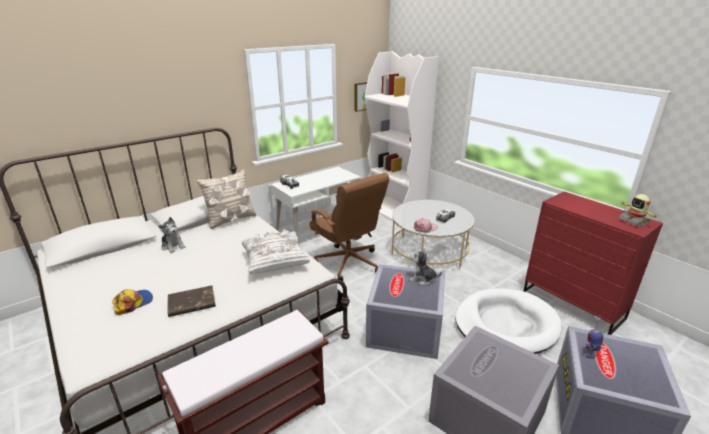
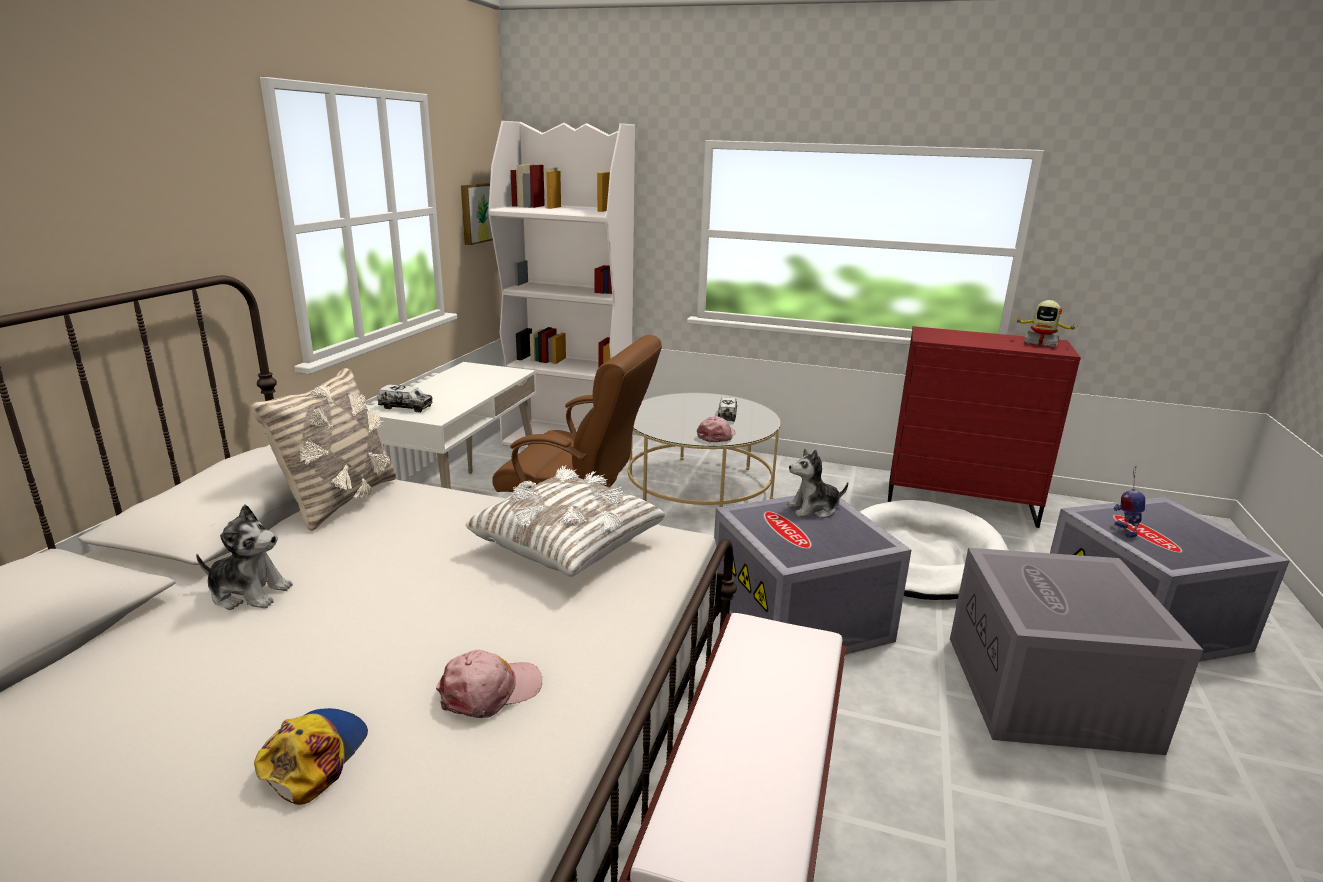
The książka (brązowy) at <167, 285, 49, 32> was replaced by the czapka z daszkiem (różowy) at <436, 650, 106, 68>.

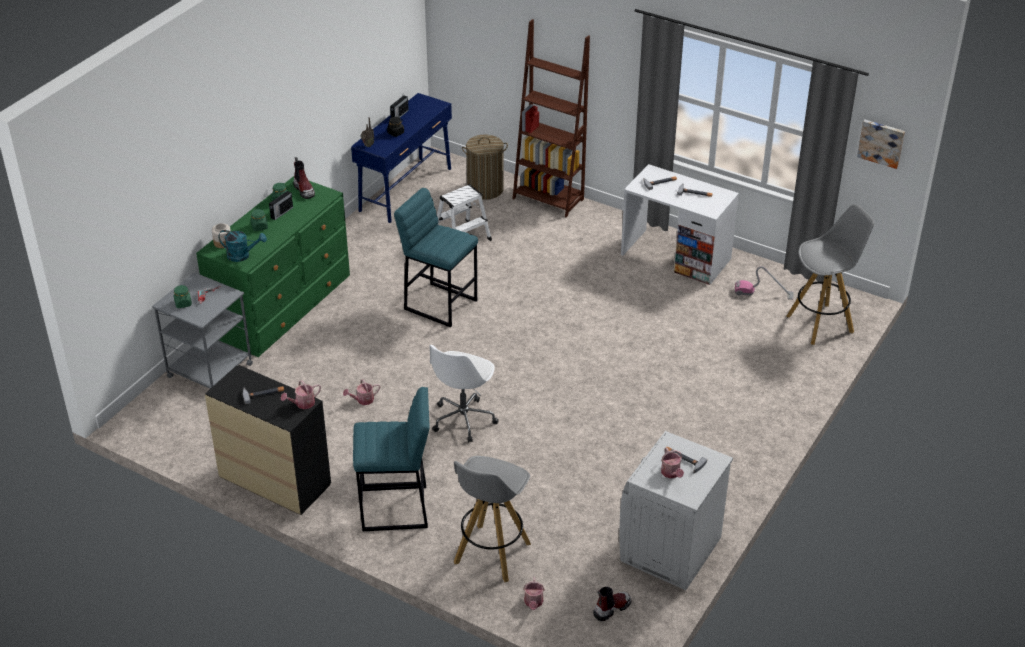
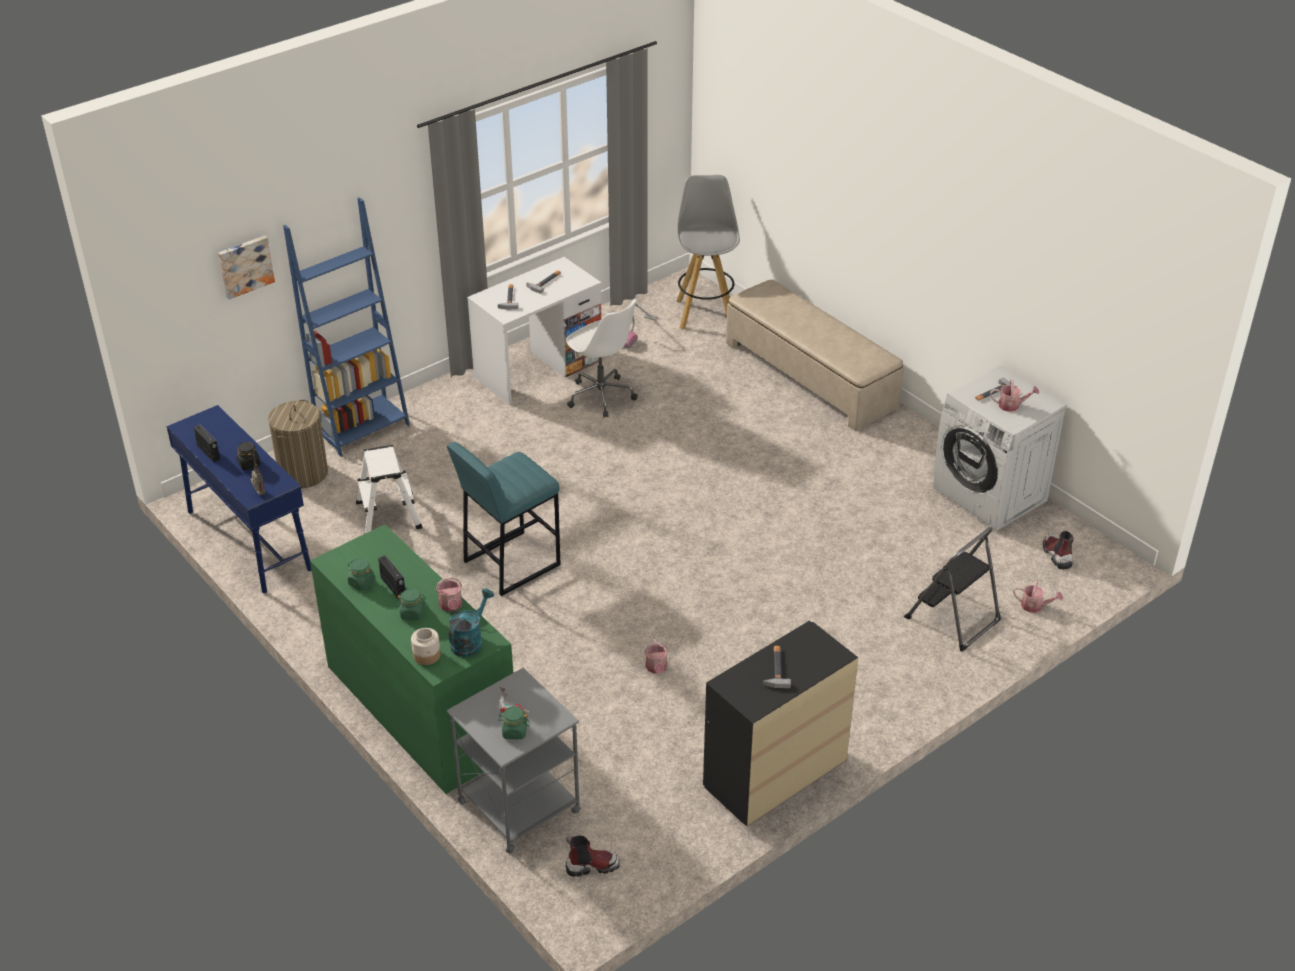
The konewka moved from <281, 381, 40, 28> to <436, 574, 26, 38>.
The but z cholewką moved from <293, 157, 22, 42> to <566, 836, 54, 41>.
The stołek (turkusowy) at <353, 387, 77, 144> disappeared.
The krzesło biurowe (biały) moved from <429, 345, 70, 97> to <565, 299, 73, 119>.
The stołek (szary) at <454, 456, 77, 126> was replaced by the drabinka (czarny) at <904, 527, 97, 125>.
The regał (brązowy) at <513, 19, 77, 198> became the regał (niebieski) at <283, 197, 127, 260>.
The obraz moved from <857, 120, 48, 49> to <218, 236, 57, 64>.
The ławka (beżowy) at <726, 280, 178, 151> appeared.

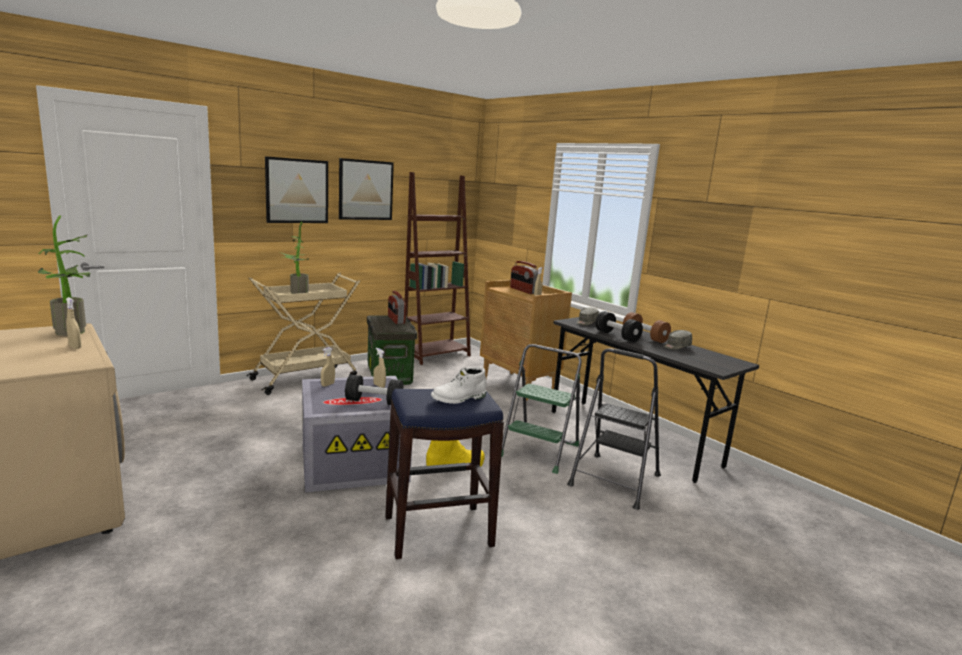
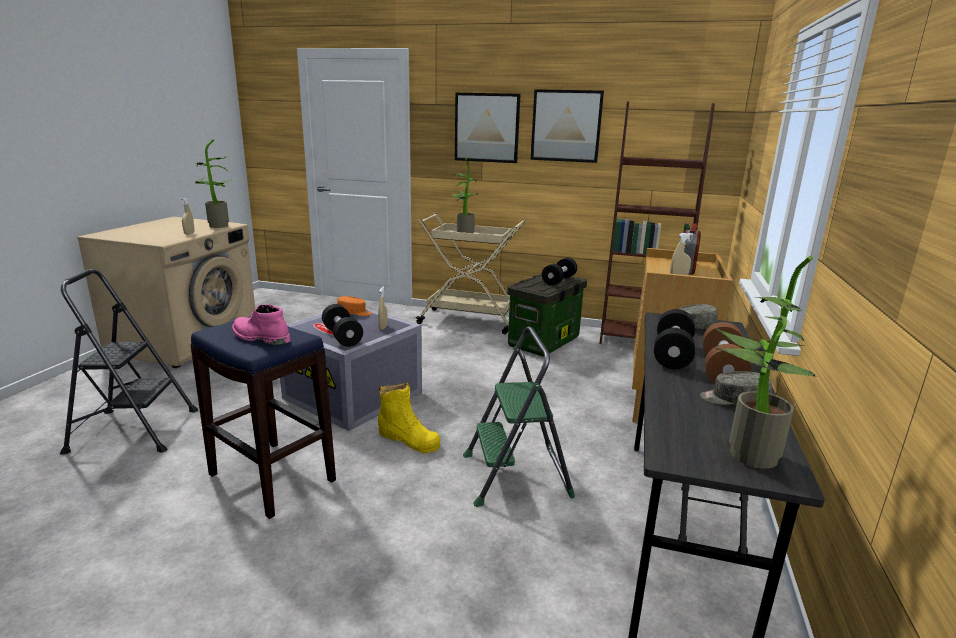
The spryskiwacz (beżowy) at <321, 347, 14, 40> was replaced by the czapka z daszkiem (pomarańczowy) at <337, 296, 35, 20>.
The radio at <388, 291, 18, 33> was replaced by the hantel (czarny) at <542, 258, 35, 28>.
The but z cholewką (biały) at <431, 367, 56, 37> became the but z cholewką (różowy) at <232, 304, 58, 41>.
The drabinka (czarny) moved from <567, 348, 94, 162> to <60, 269, 138, 186>.
The roślina doniczkowa at <714, 256, 102, 213> appeared.

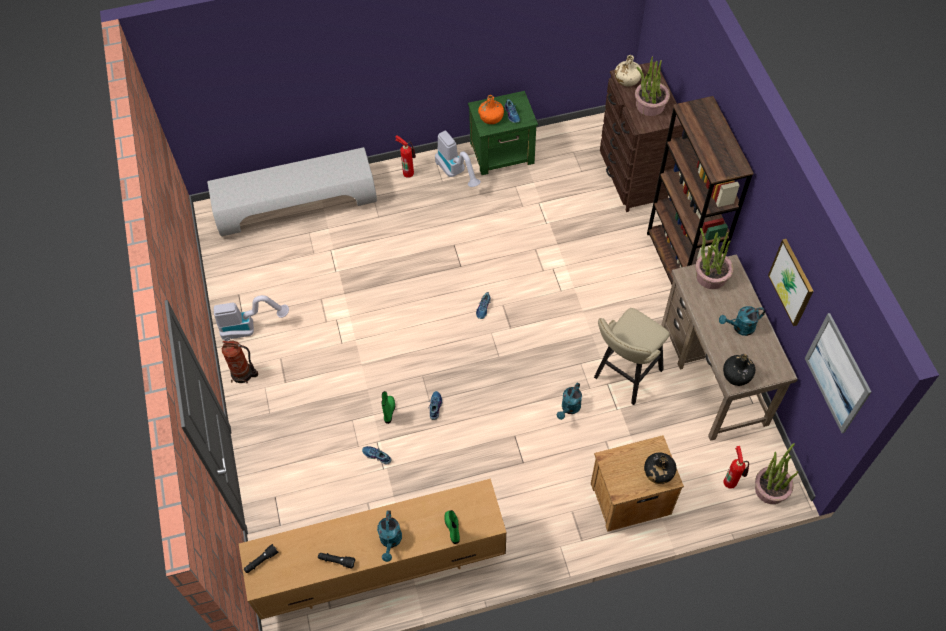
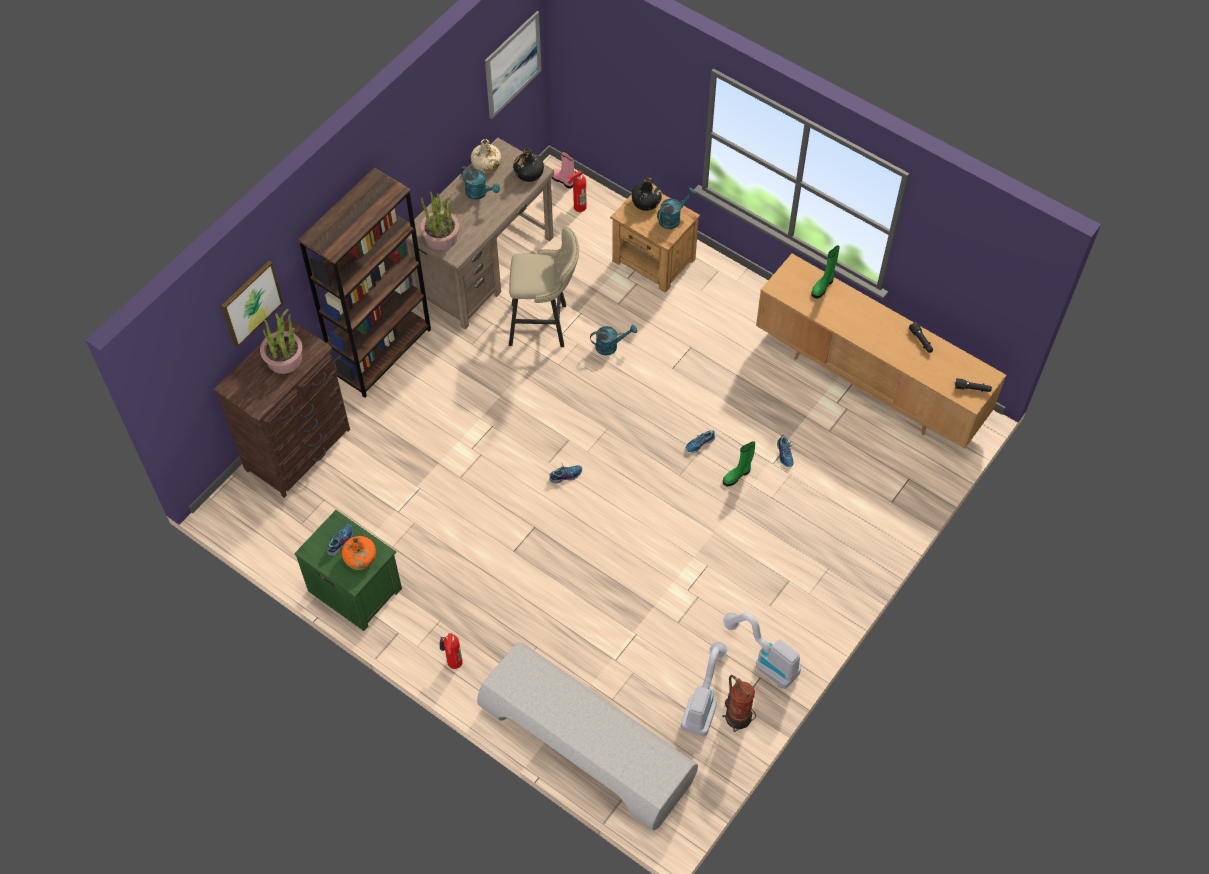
The gaśnica moved from <222, 340, 36, 43> to <722, 675, 34, 57>.
The konewka (turkusowy) moved from <377, 511, 25, 51> to <657, 188, 39, 41>.
The odkurzacz moved from <435, 131, 46, 56> to <681, 642, 46, 95>.
The butelka (beżowy) moved from <615, 55, 27, 31> to <471, 139, 30, 34>.
The roślina doniczkowa at <755, 443, 43, 61> was replaced by the but z cholewką (różowy) at <551, 151, 23, 38>.
The obraz moved from <768, 239, 45, 87> to <221, 261, 62, 86>.

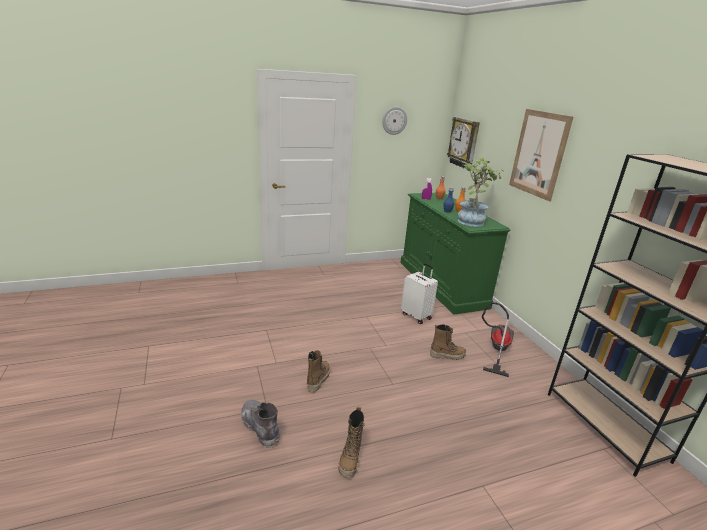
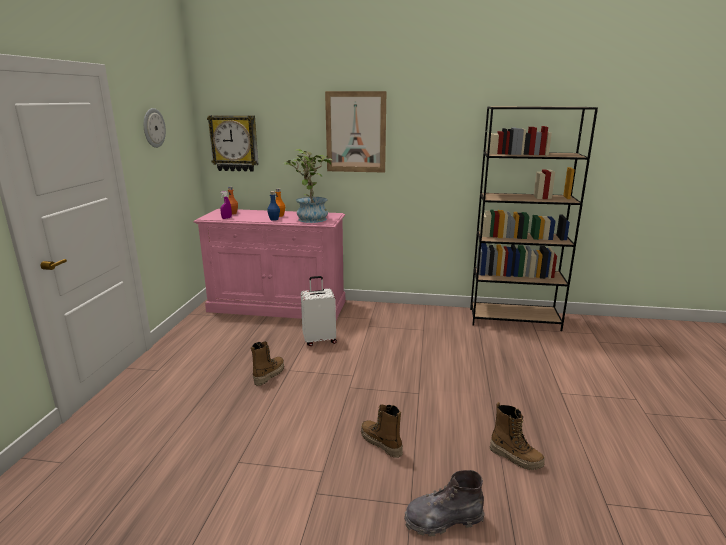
The szafka (zielony) at <400, 193, 110, 122> became the szafka (różowy) at <193, 209, 152, 111>.
The but z cholewką moved from <430, 324, 36, 36> to <251, 342, 33, 44>.
The odkurzacz at <482, 302, 32, 75> disappeared.

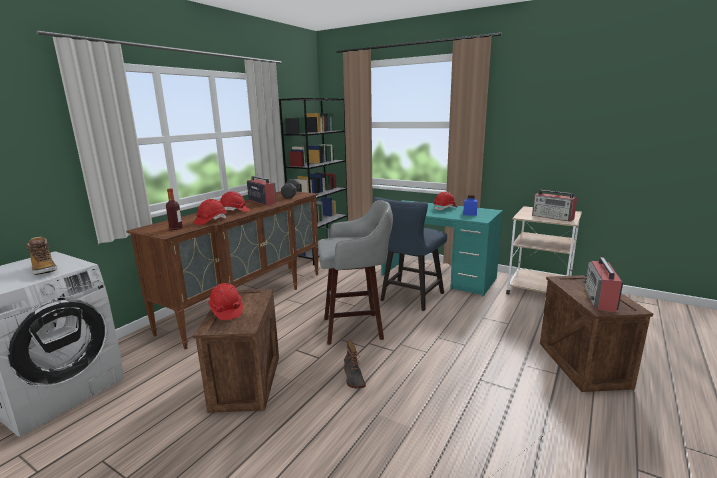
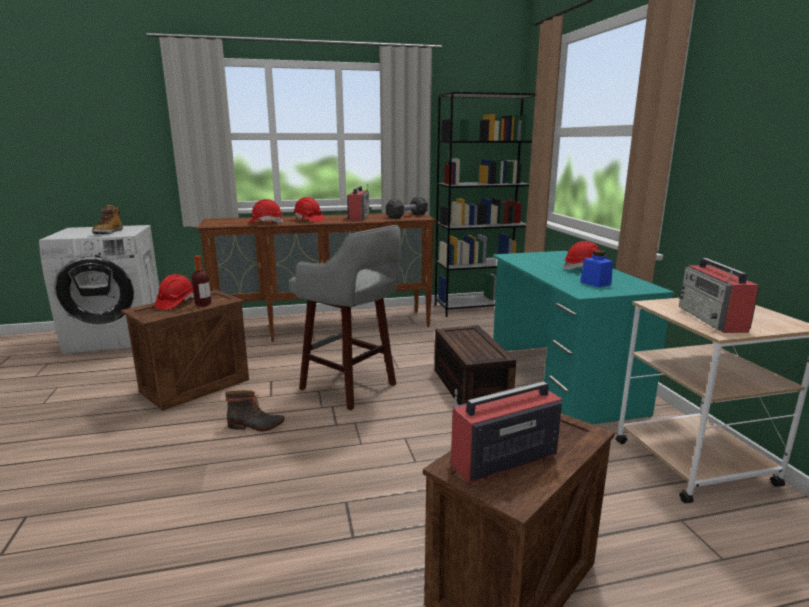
The butelka moved from <166, 188, 17, 42> to <192, 255, 19, 52>.
The but z cholewką at <344, 341, 22, 47> turned 120 degrees counterclockwise.
The krzesło (niebieski) at <373, 197, 74, 114> was replaced by the pojemnik do przechowywania (brązowy) at <435, 325, 81, 80>.

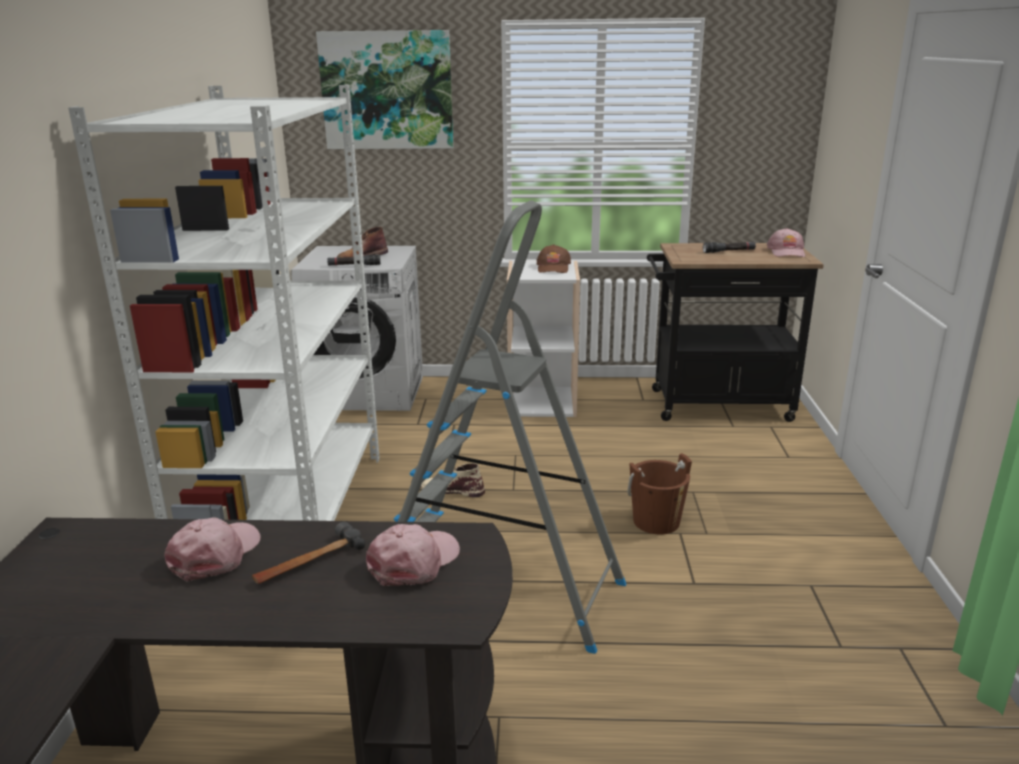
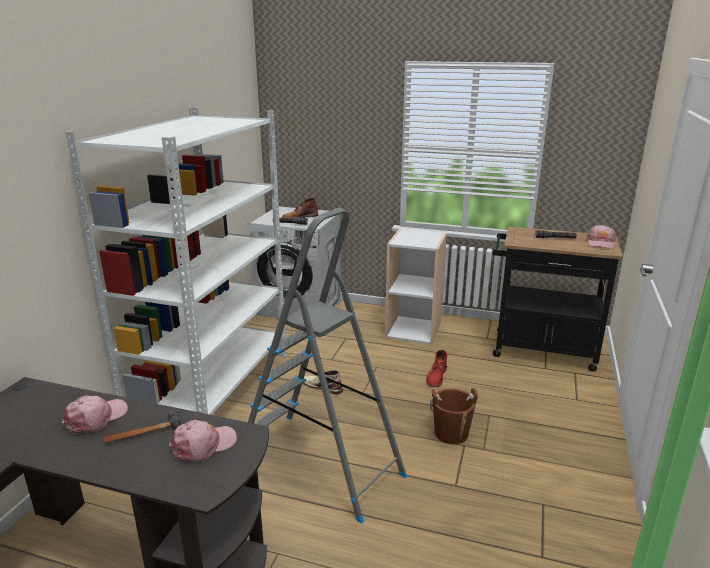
The obraz at <316, 30, 137, 119> disappeared.
The czapka z daszkiem (brązowy) at <537, 244, 34, 29> disappeared.
The but z cholewką (czerwony) at <426, 350, 21, 37> appeared.

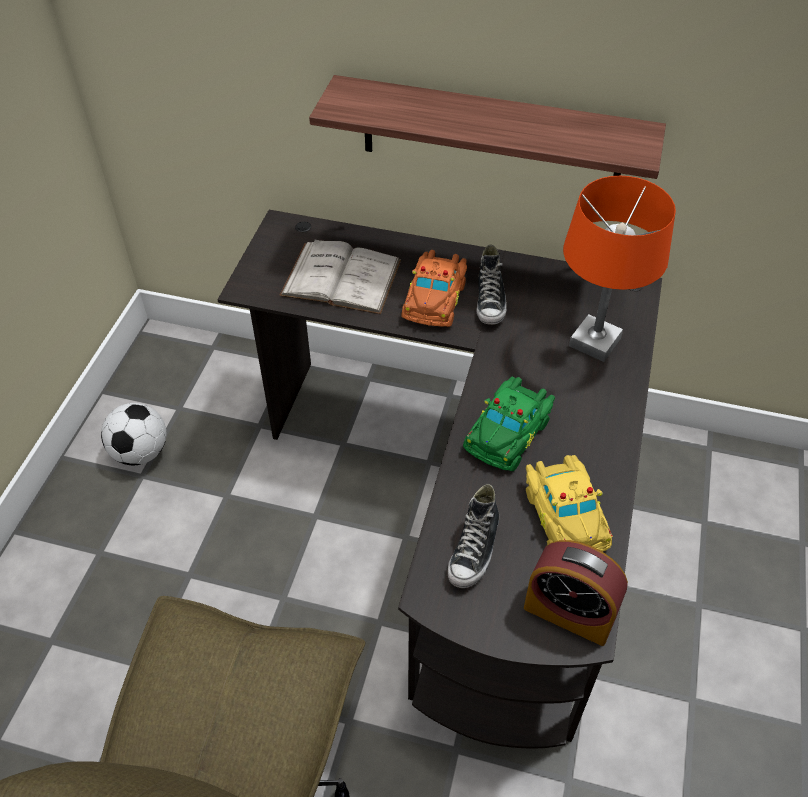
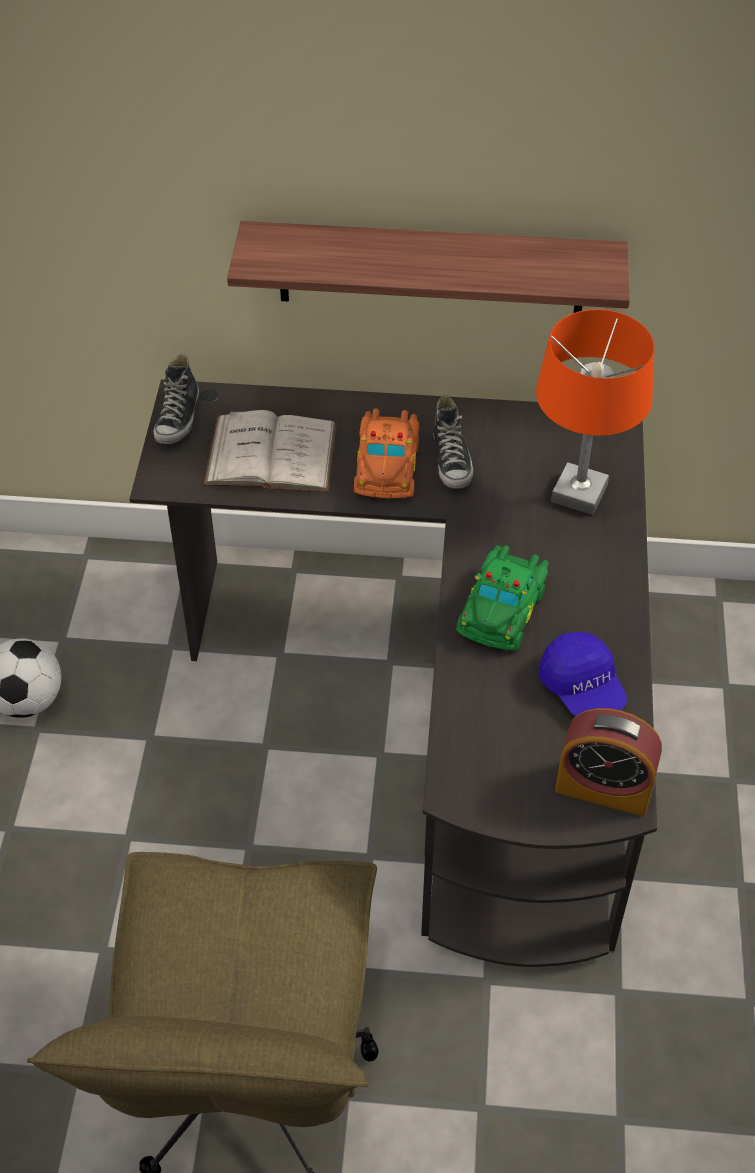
The but moved from <448, 484, 51, 104> to <154, 354, 45, 90>.
The samochodzik (żółty) at <526, 455, 87, 97> was replaced by the czapka z daszkiem (niebieski) at <538, 632, 89, 85>.

